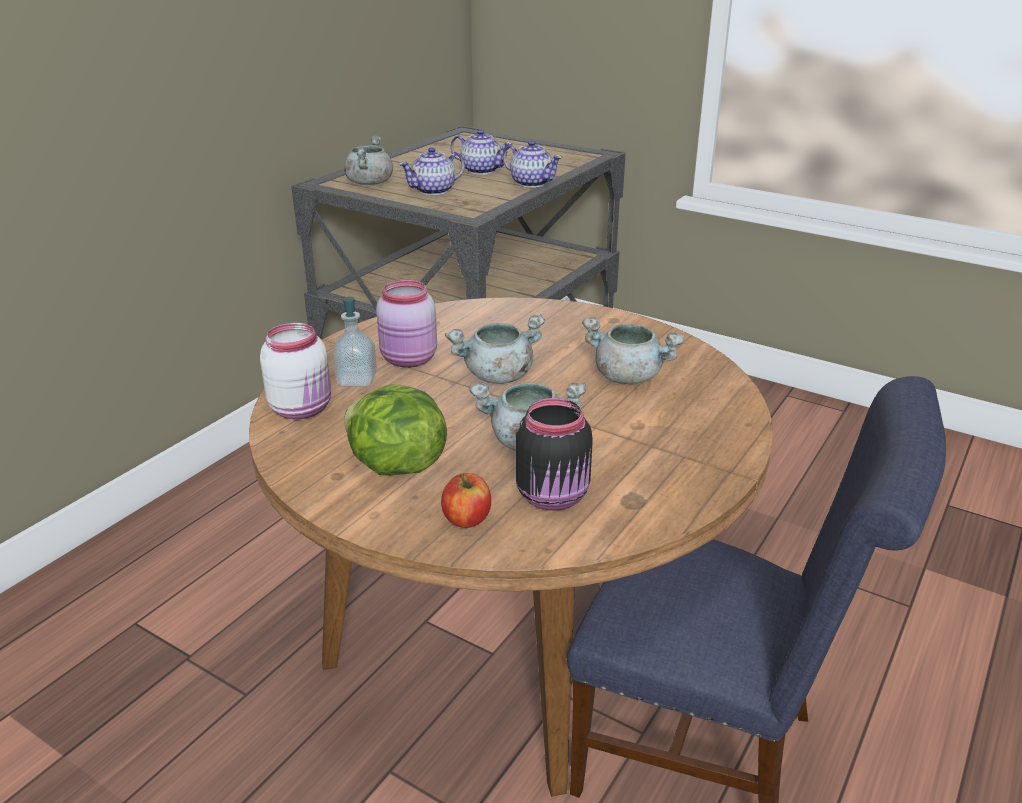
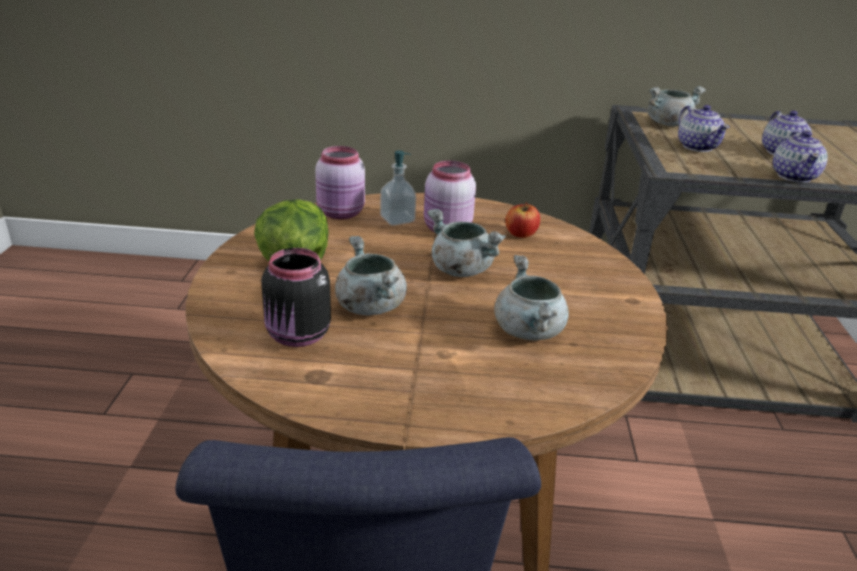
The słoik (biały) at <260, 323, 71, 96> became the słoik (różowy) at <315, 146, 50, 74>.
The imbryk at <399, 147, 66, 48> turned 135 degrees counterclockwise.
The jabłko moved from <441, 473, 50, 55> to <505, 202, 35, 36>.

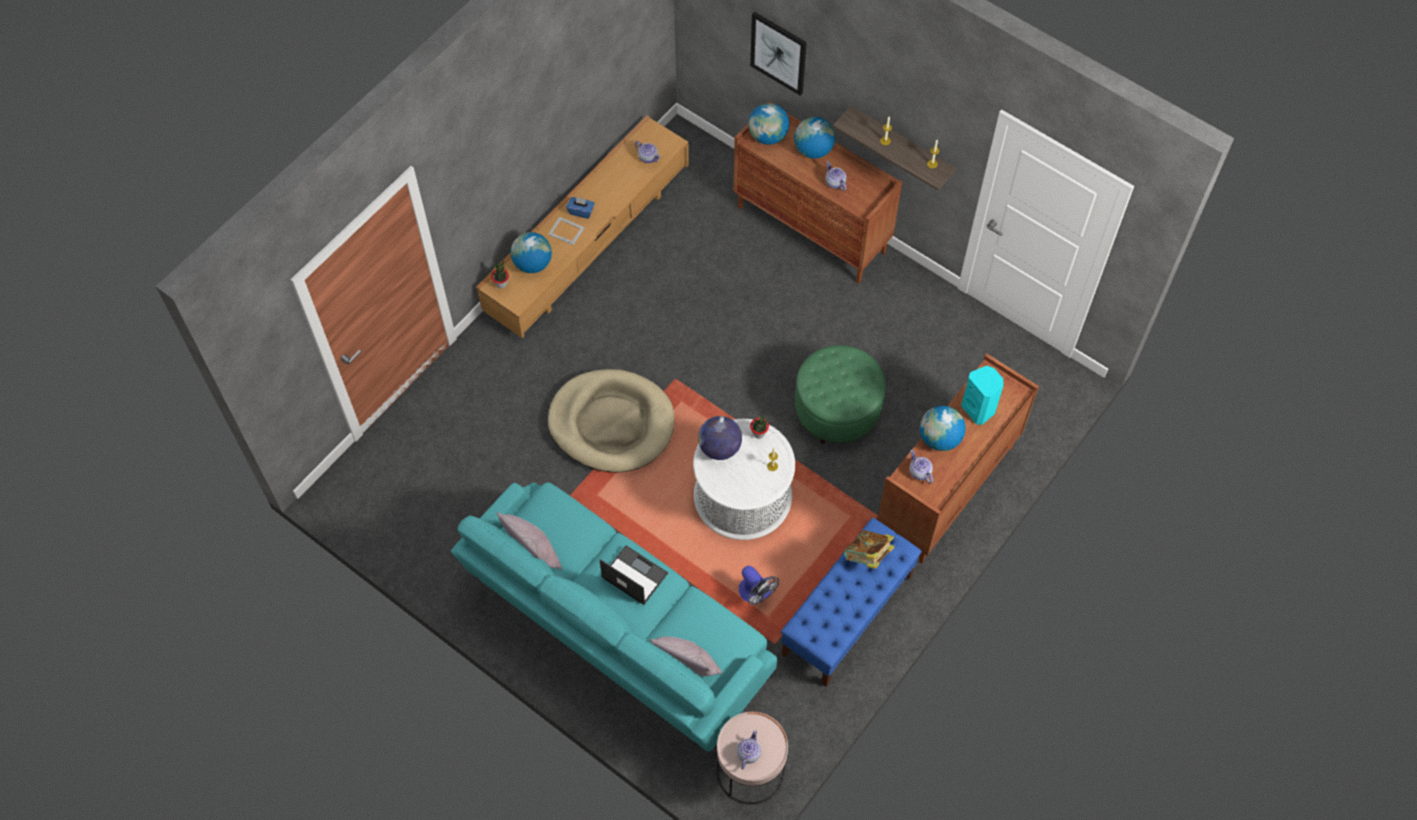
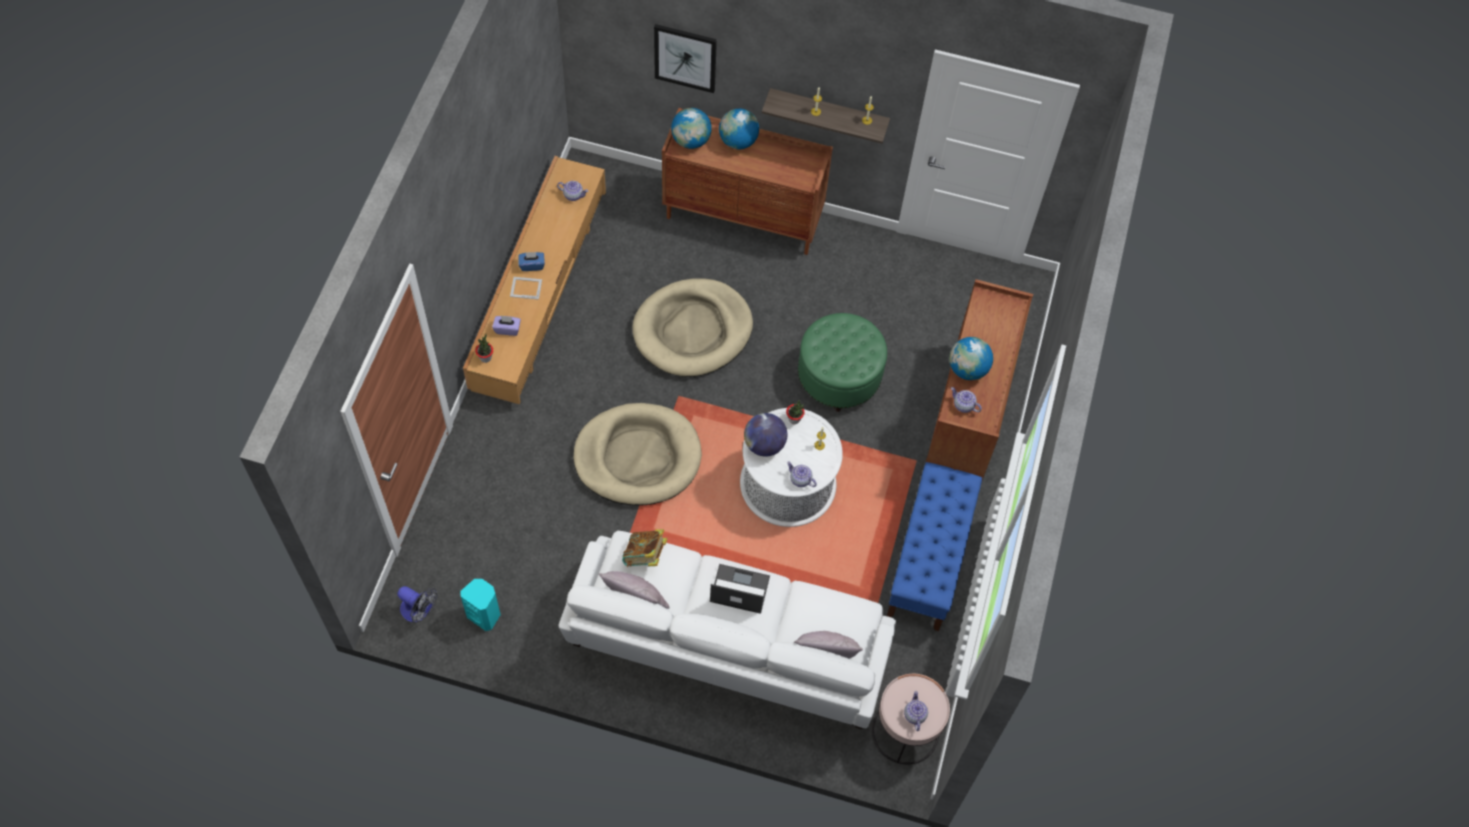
The kanapa (turkusowy) at <451, 482, 326, 270> became the kanapa (biały) at <559, 531, 337, 198>.
The globus at <510, 232, 42, 41> was replaced by the pudełko chusteczek (fioletowy) at <492, 316, 29, 20>.
The wentylator moved from <739, 566, 40, 39> to <397, 586, 40, 37>.
The imbryk moved from <825, 161, 22, 30> to <787, 462, 30, 25>.
The książka moved from <844, 530, 50, 39> to <622, 529, 45, 38>.
The głośnik (turkusowy) moved from <961, 366, 43, 59> to <461, 579, 40, 52>.
The legowisko (beżowy) at <632, 279, 121, 98> appeared.

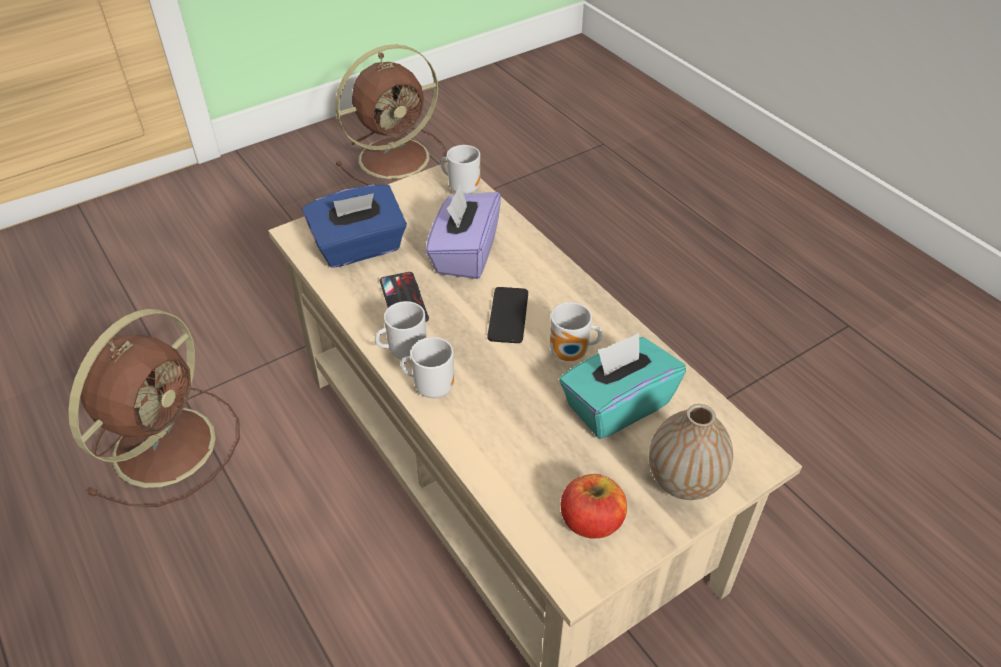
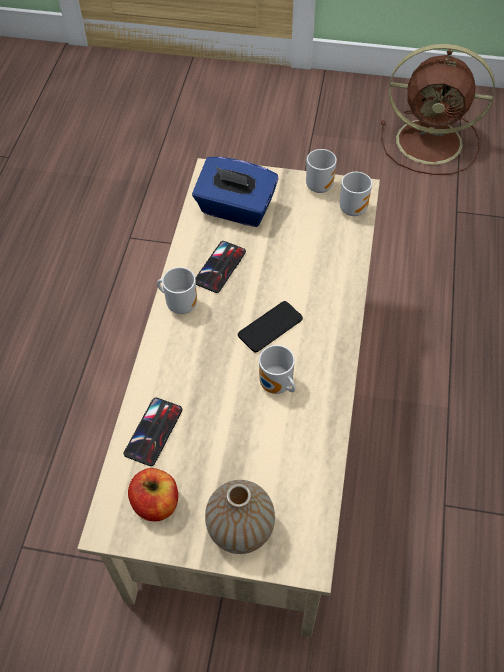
The wentylator (brązowy) at <68, 309, 172, 198> disappeared.
The kubek moved from <401, 337, 53, 61> to <306, 149, 31, 44>.
The pudełko chusteczek (fioletowy) at <426, 184, 75, 95> disappeared.
The pudełko chusteczek (turkusowy) at <559, 333, 127, 106> disappeared.
The telefon at <124, 398, 58, 68> appeared.

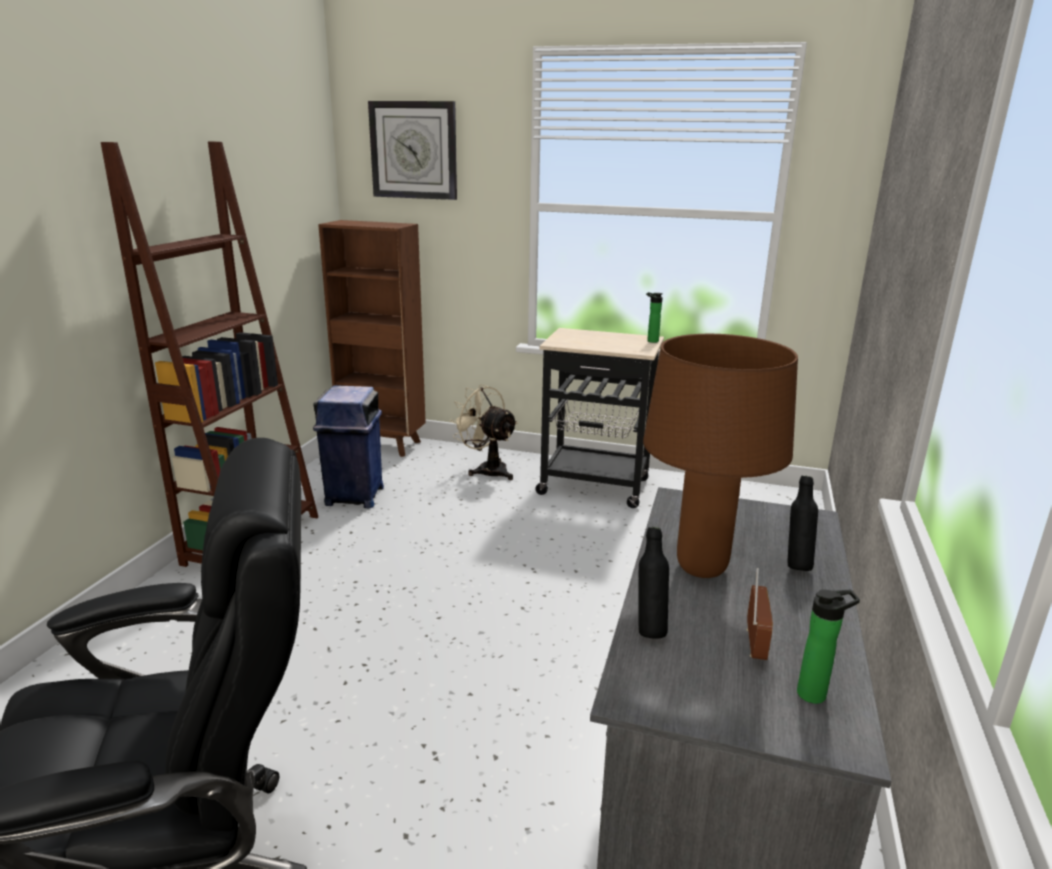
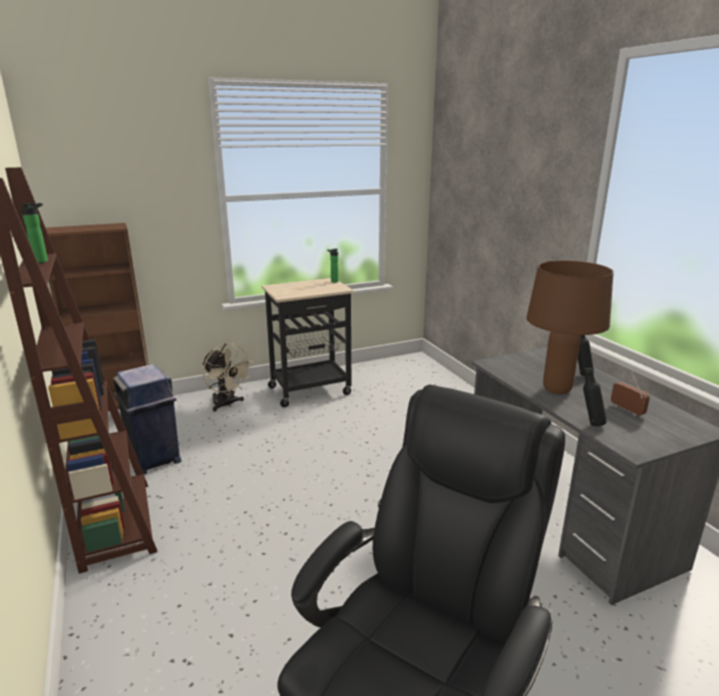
The zegar ścienny at <368, 101, 89, 99> disappeared.
The wentylator (beżowy) at <449, 384, 69, 96> turned 135 degrees counterclockwise.
The butelka moved from <797, 589, 63, 115> to <20, 203, 28, 60>.

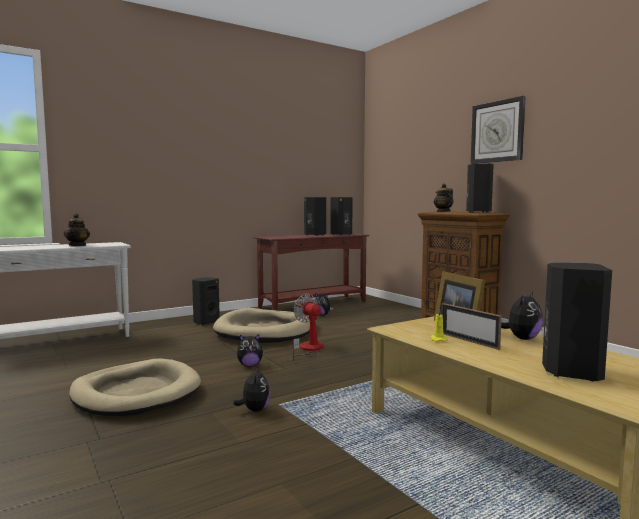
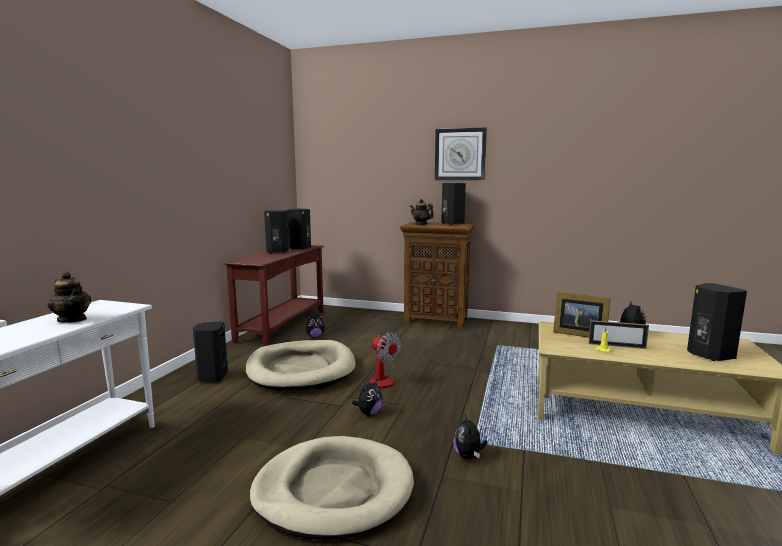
The pluszak at <233, 367, 37, 45> turned 135 degrees counterclockwise.
The wentylator at <291, 294, 33, 68> turned 150 degrees counterclockwise.

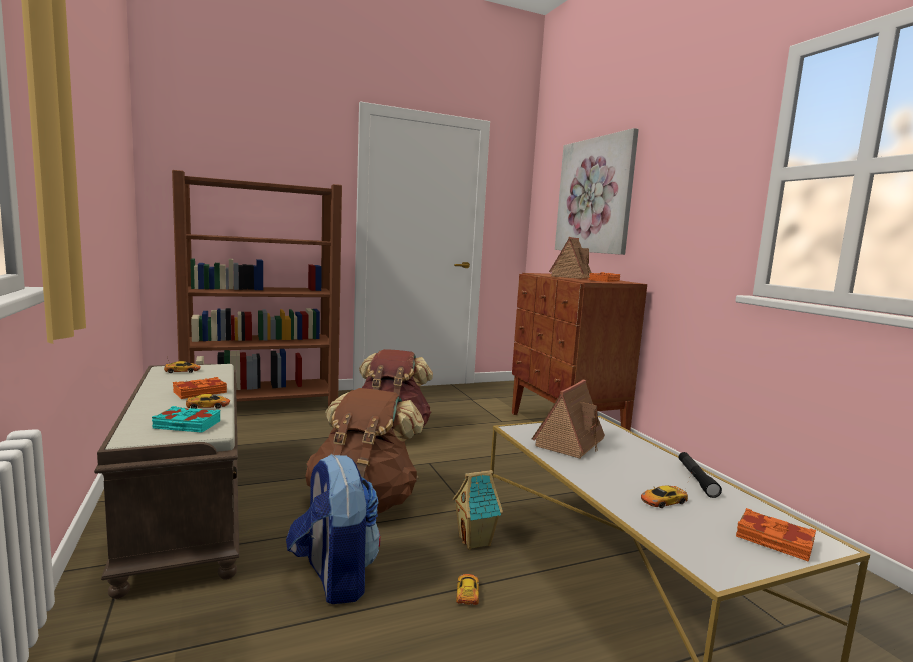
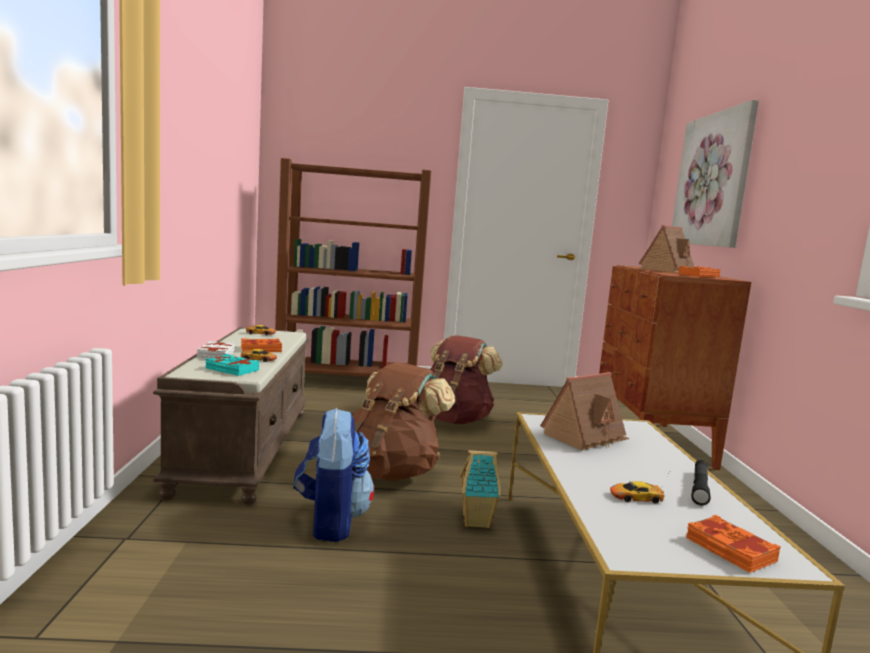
The samochodzik at <456, 574, 23, 31> disappeared.
The książka (biały) at <197, 341, 38, 18> appeared.

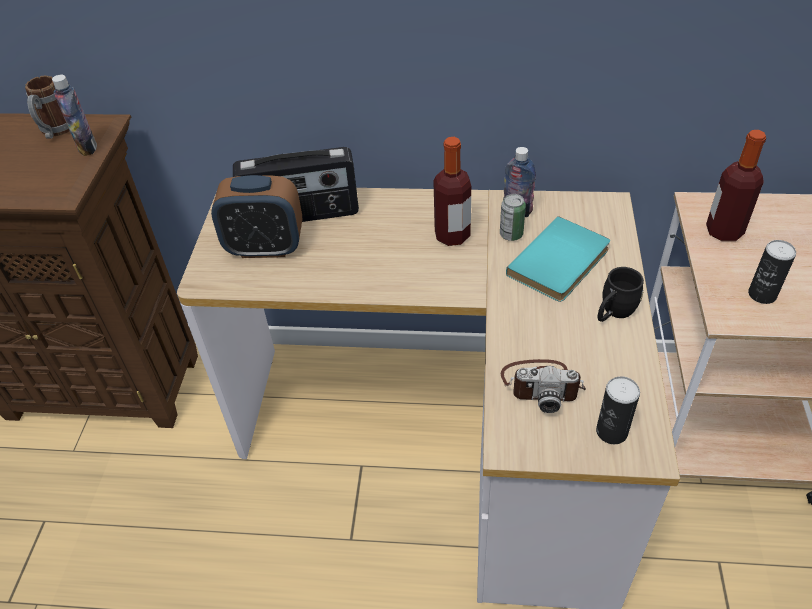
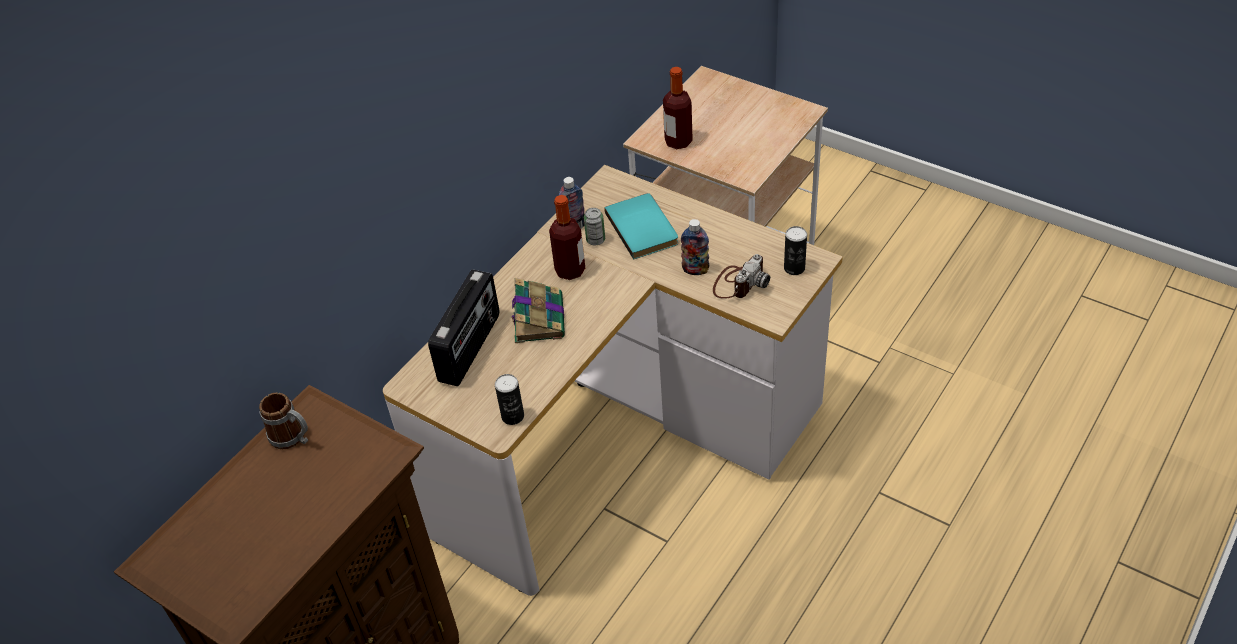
The butelka moved from <52, 75, 45, 81> to <681, 219, 28, 56>.
The budzik at <211, 175, 91, 83> disappeared.
The kubek (czarny) at <598, 267, 46, 55> disappeared.
The puszka moved from <748, 240, 48, 64> to <495, 374, 29, 51>.
The książka at <512, 278, 53, 65> appeared.

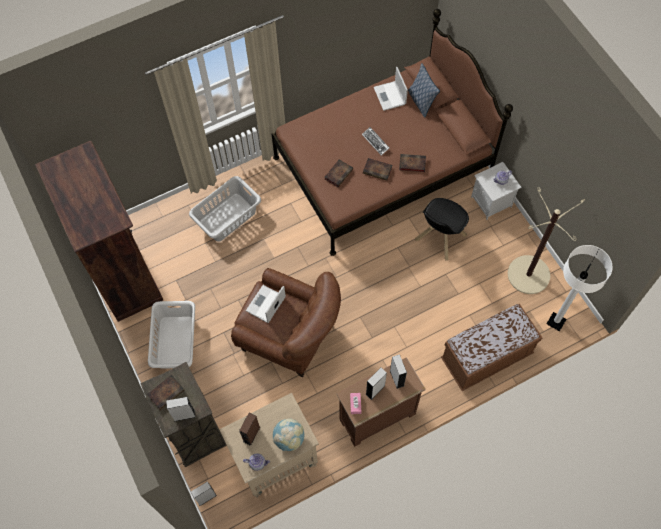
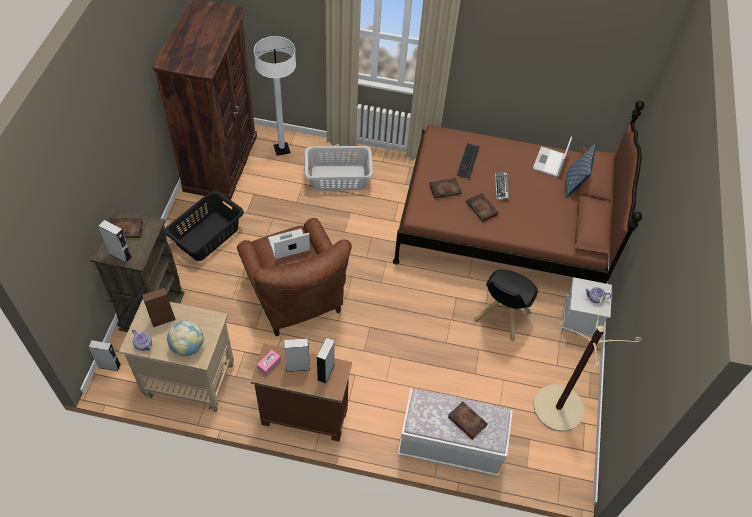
The kosz na pranie (biały) at <148, 301, 47, 68> became the kosz na pranie (czarny) at <166, 191, 78, 70>.
The książka moved from <399, 154, 27, 18> to <448, 402, 40, 38>.
The krzesło (czarny) at <415, 198, 54, 63> turned 45 degrees counterclockwise.
The ławka (brązowy) at <441, 304, 102, 87> became the ławka (biały) at <398, 389, 115, 87>.
The lampa stojąca (biały) moved from <547, 245, 66, 86> to <254, 36, 42, 120>.
The klawiatura at <457, 143, 23, 36> appeared.

